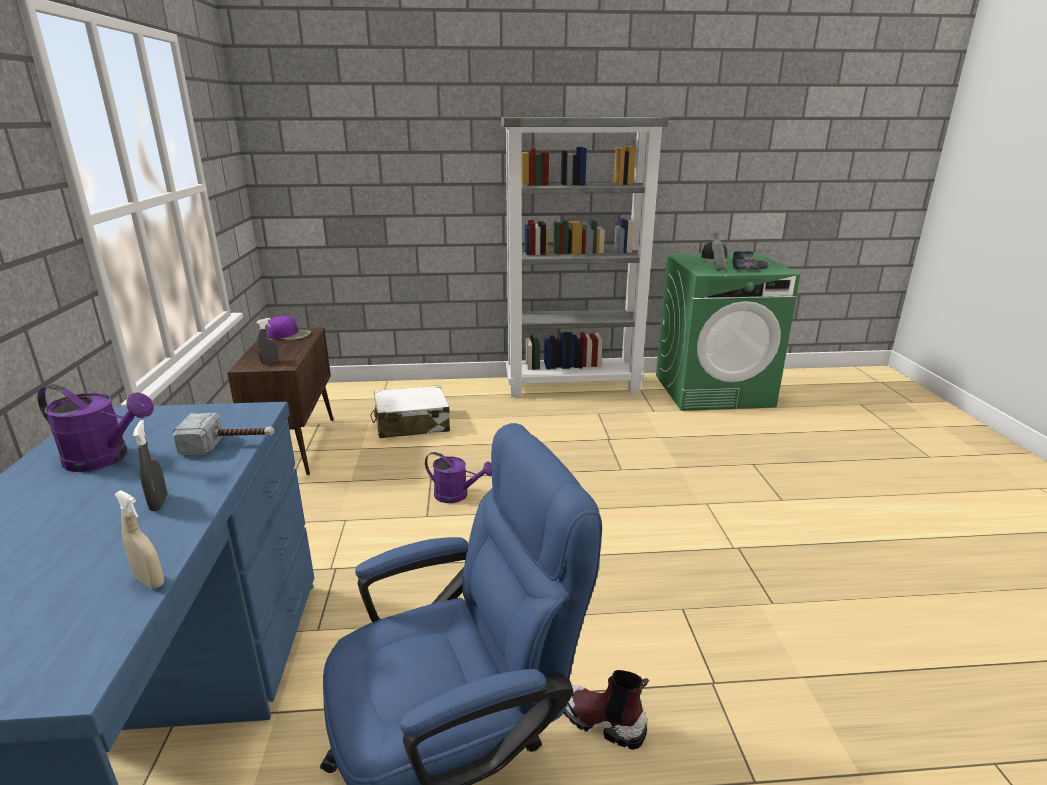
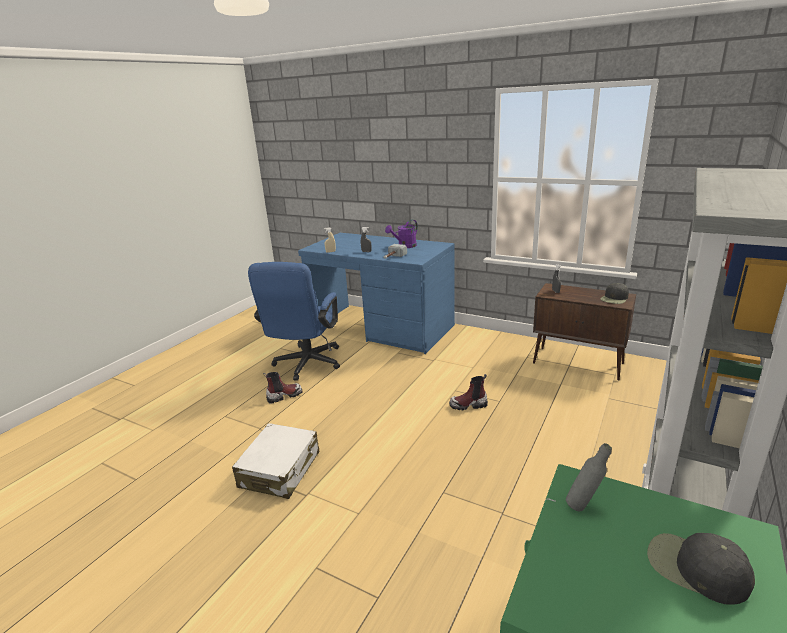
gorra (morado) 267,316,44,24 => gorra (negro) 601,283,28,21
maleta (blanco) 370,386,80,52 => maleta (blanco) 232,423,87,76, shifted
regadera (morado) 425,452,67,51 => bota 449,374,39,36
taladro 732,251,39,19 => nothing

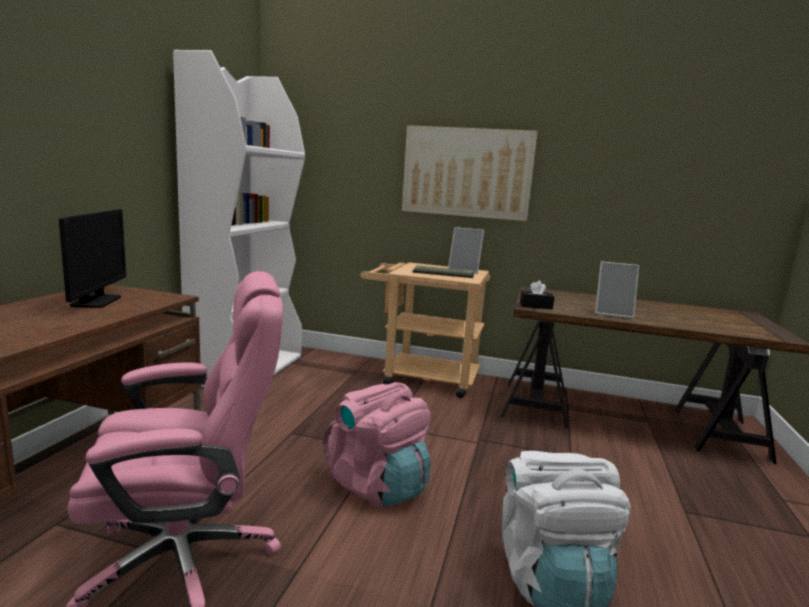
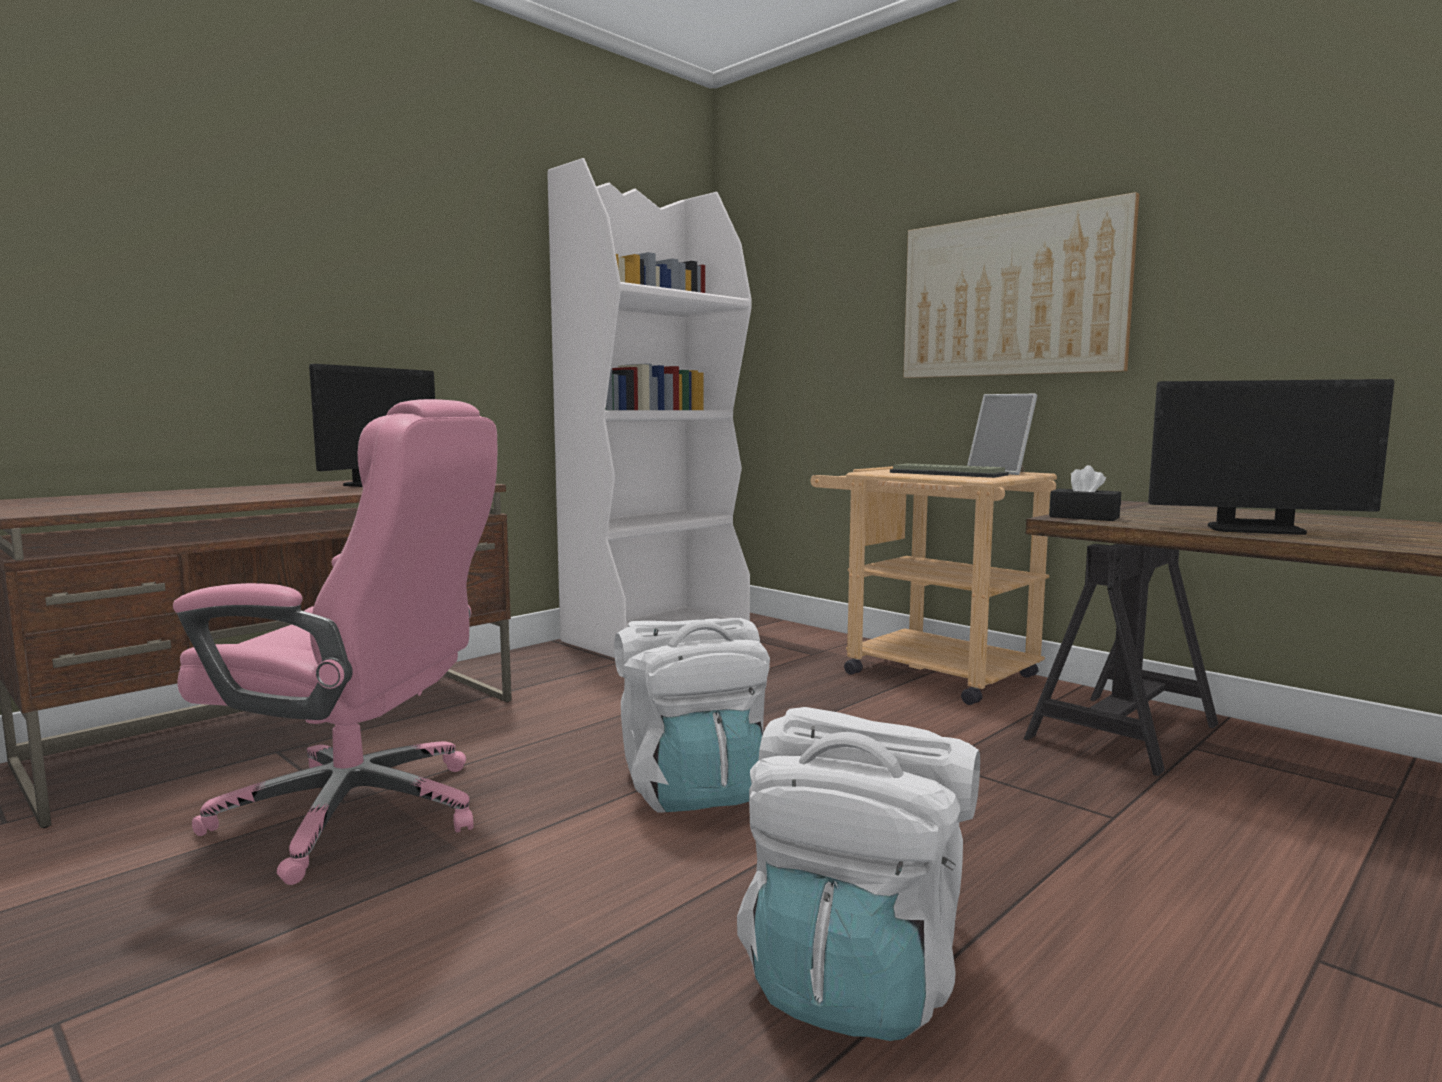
mochila (rosa) 323,382,108,125 => mochila (blanco) 614,618,156,195
portarretratos 595,261,44,58 => monitor 1148,379,246,156

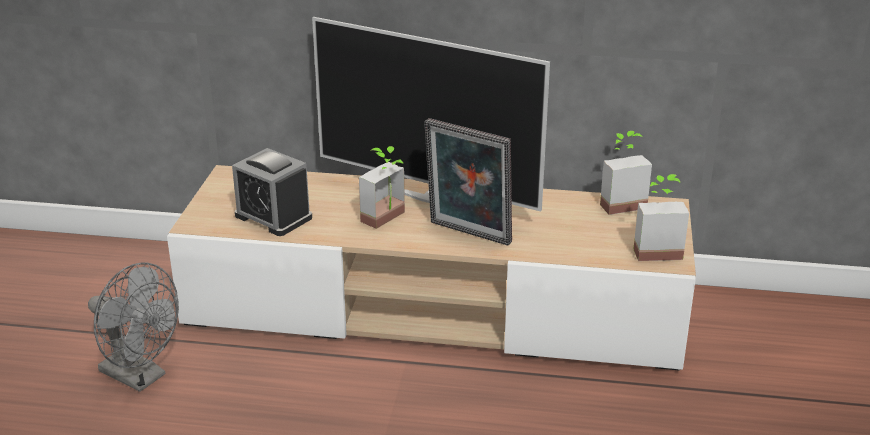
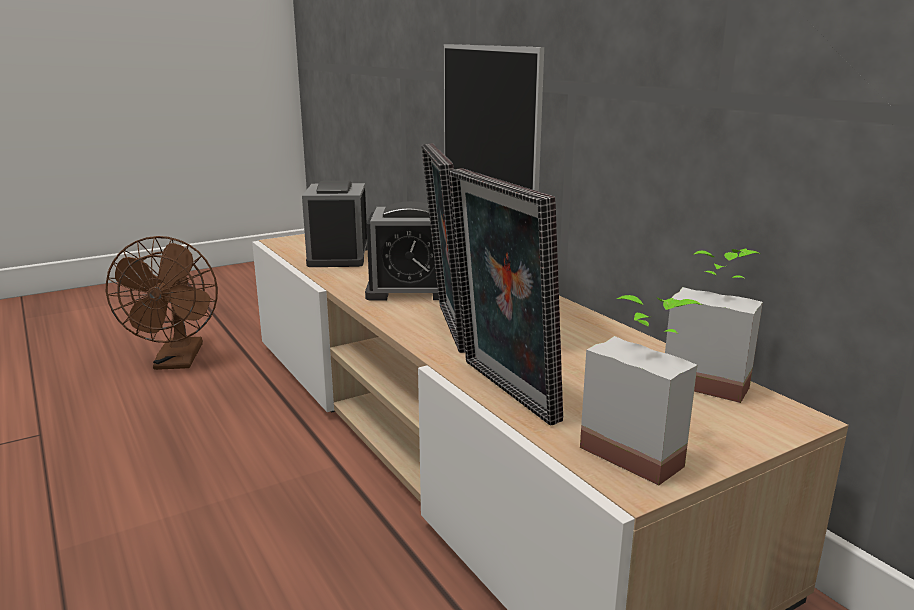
ventilador (gris) 88,262,91,130 => ventilador (marrón) 106,236,112,134
planta en maceta 359,146,46,83 => despertador 365,201,74,99
nothing => portarretratos 449,168,114,258

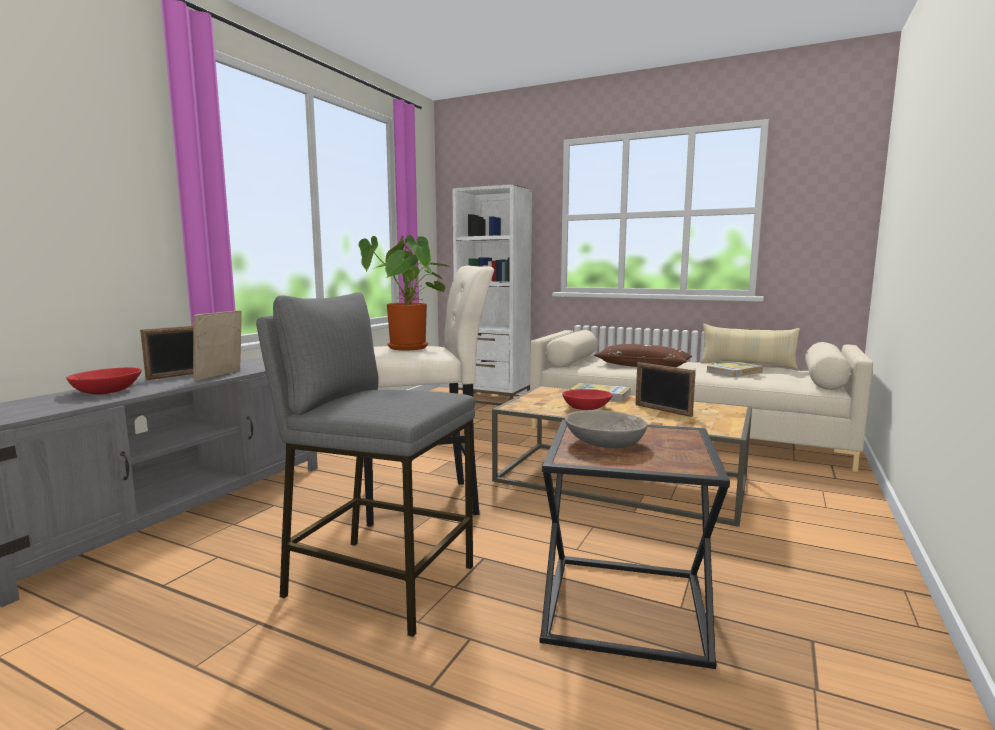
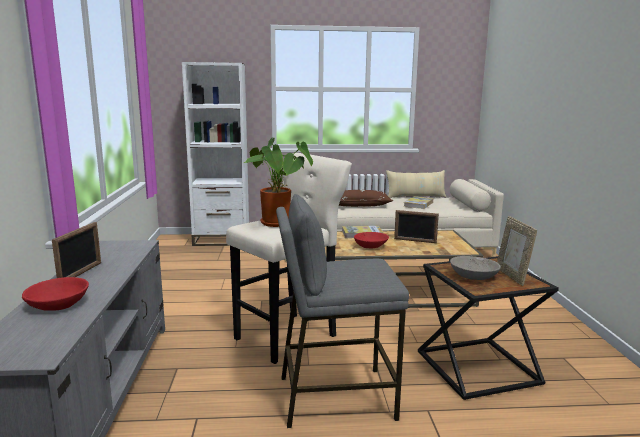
portarretratos 193,310,49,71 => portarretratos 497,216,40,70, shifted

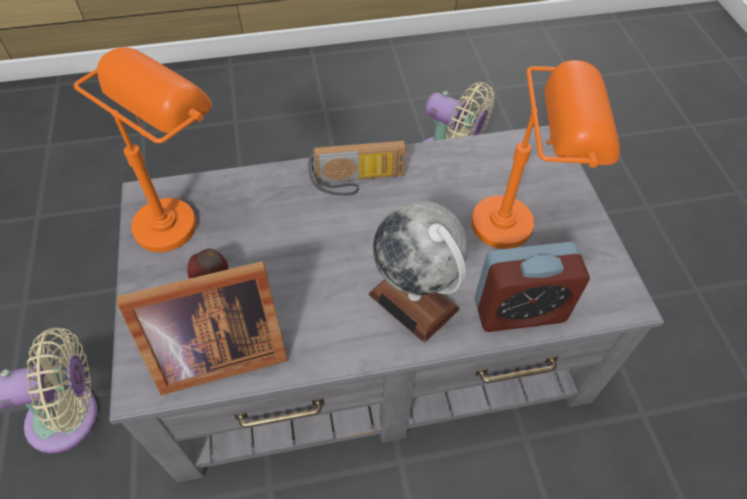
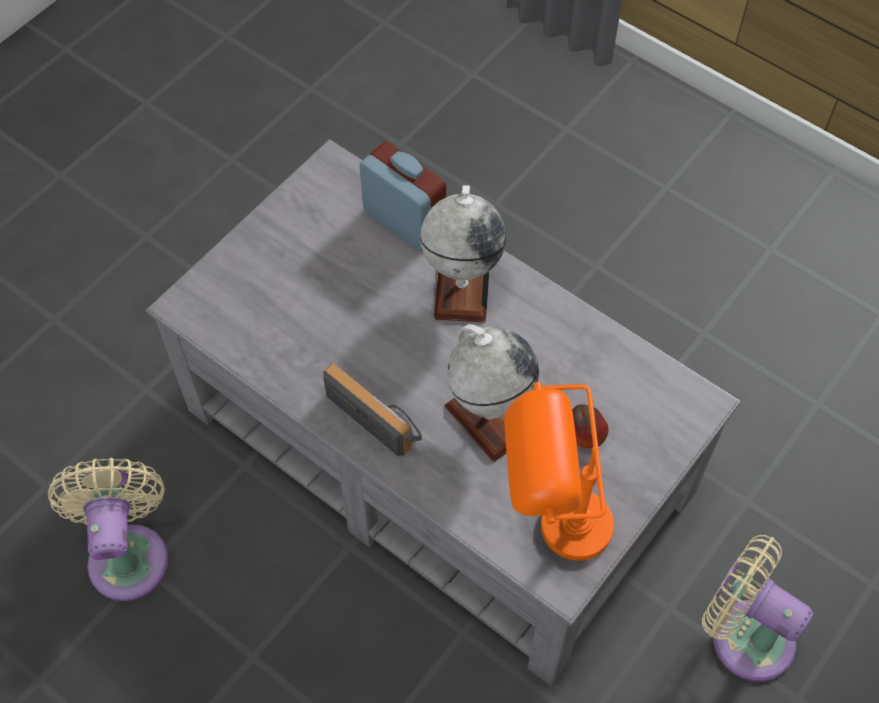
portarretratos 117,261,171,134 => nothing
lámpara de mesa (naranja) 471,60,149,189 => nothing
nothing => globo terráqueo 445,324,94,138

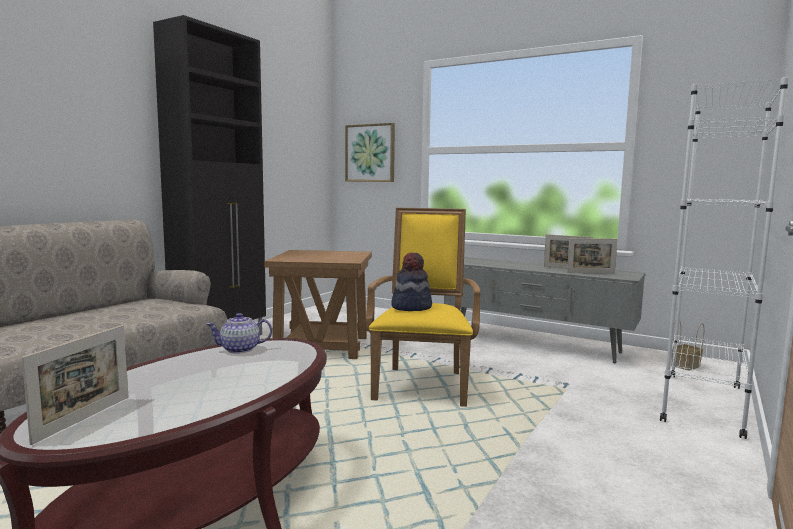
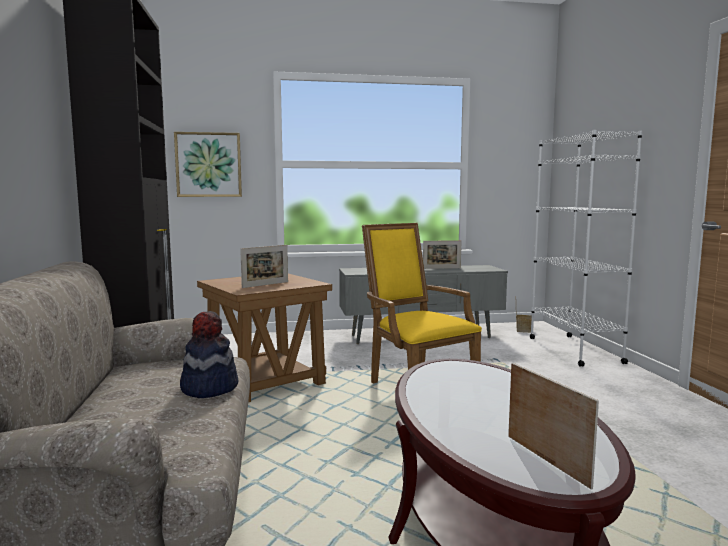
tetera 206,313,66,41 => nothing
sombrero 391,253,41,58 => sombrero 180,311,59,87, shifted
portarretratos 567,238,51,35 => portarretratos 240,245,48,43, shifted

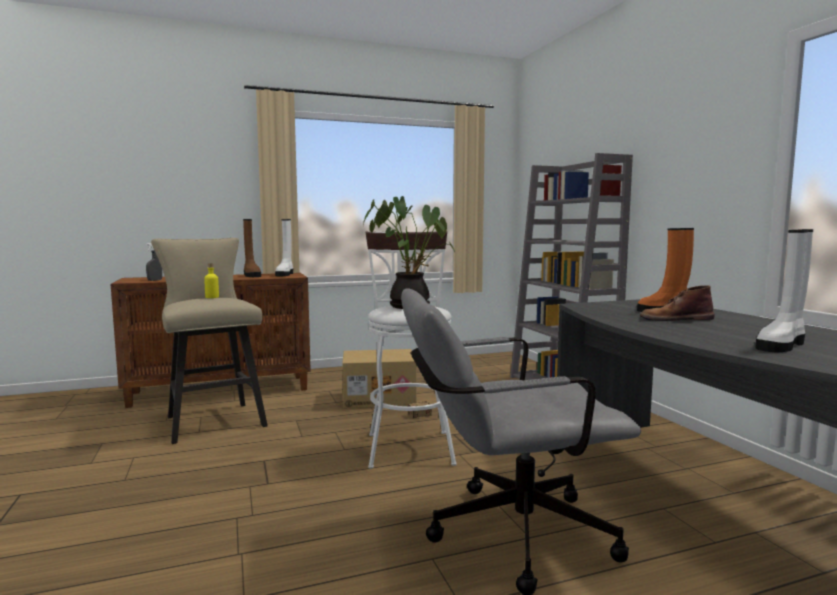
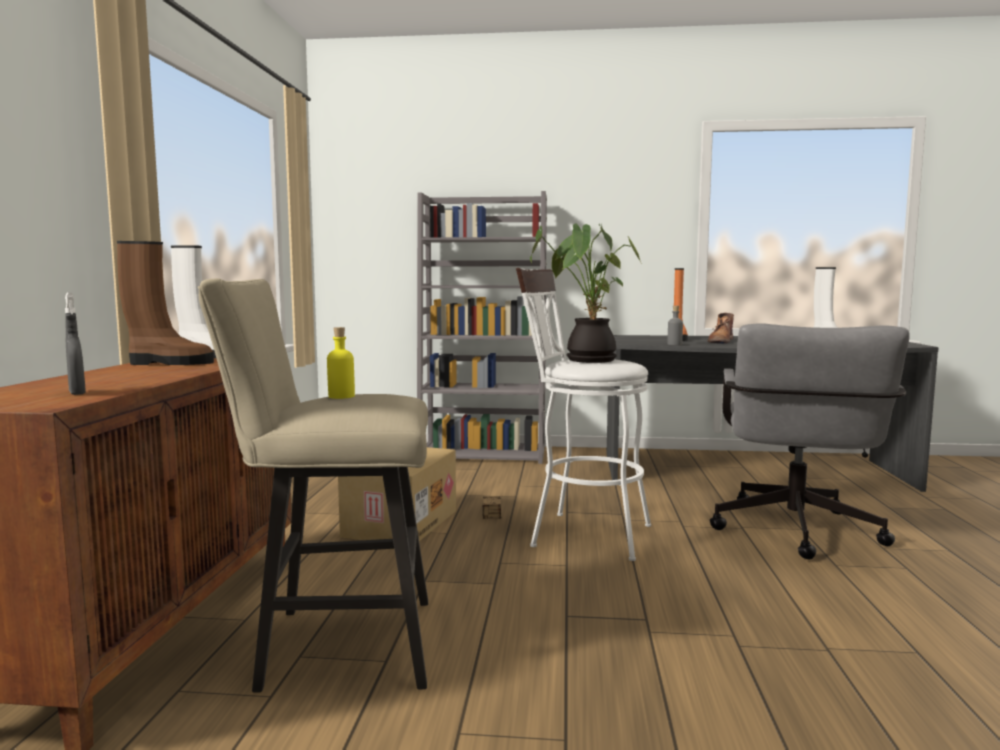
nothing => botella (gris) 668,306,15,39

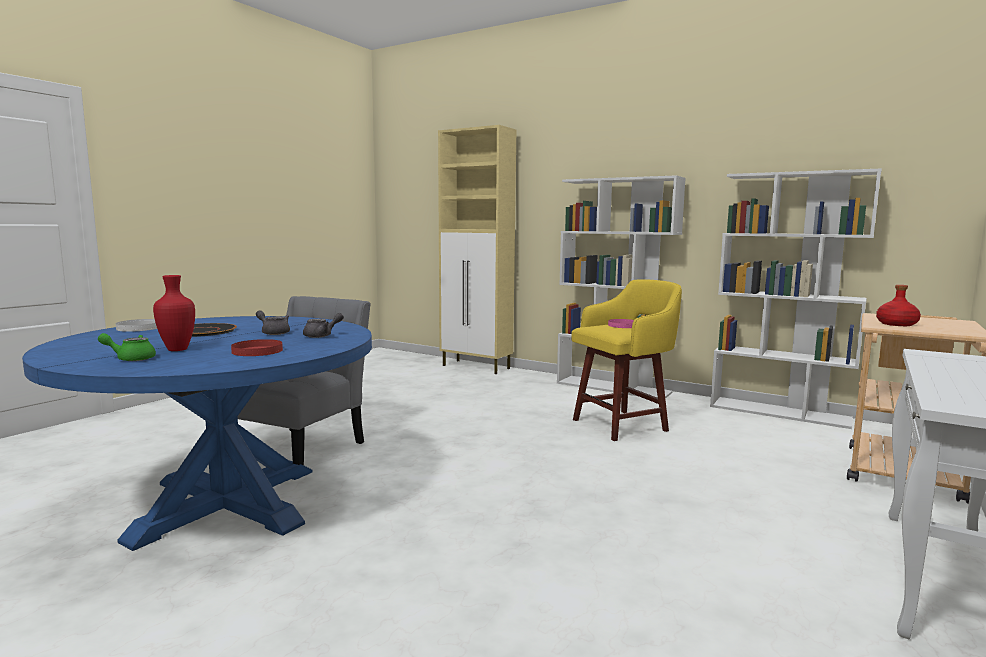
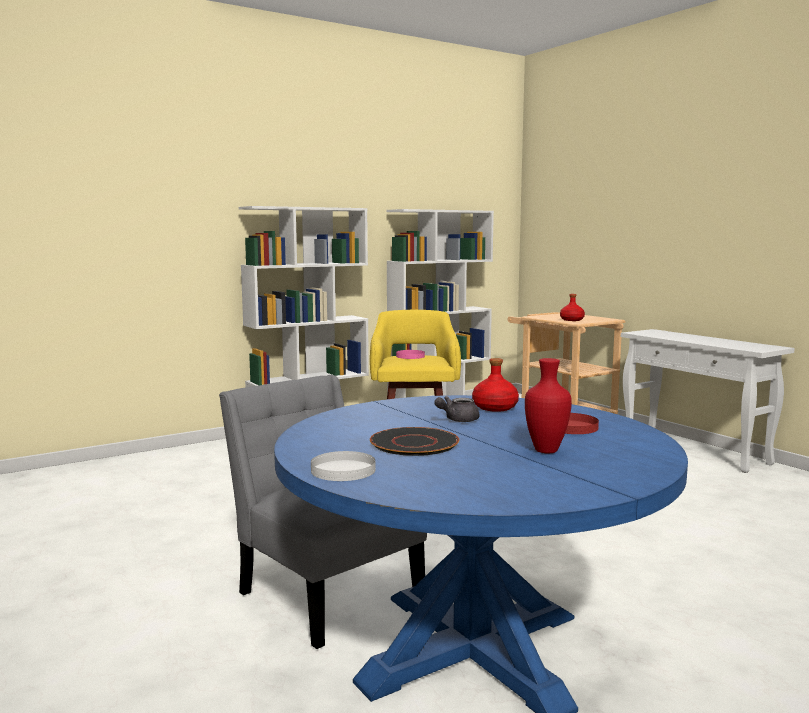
tetera (verde) 98,333,58,28 => nothing
tetera (gris) 303,313,41,25 => botella (rojo) 472,358,47,54
armario (beis) 438,125,78,249 => nothing

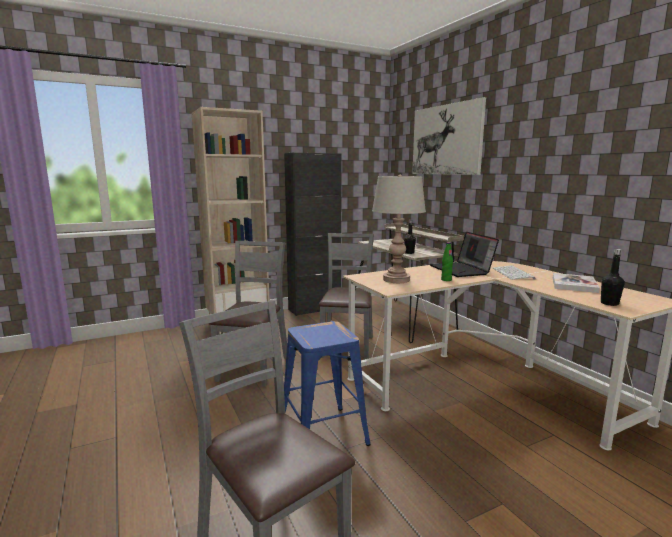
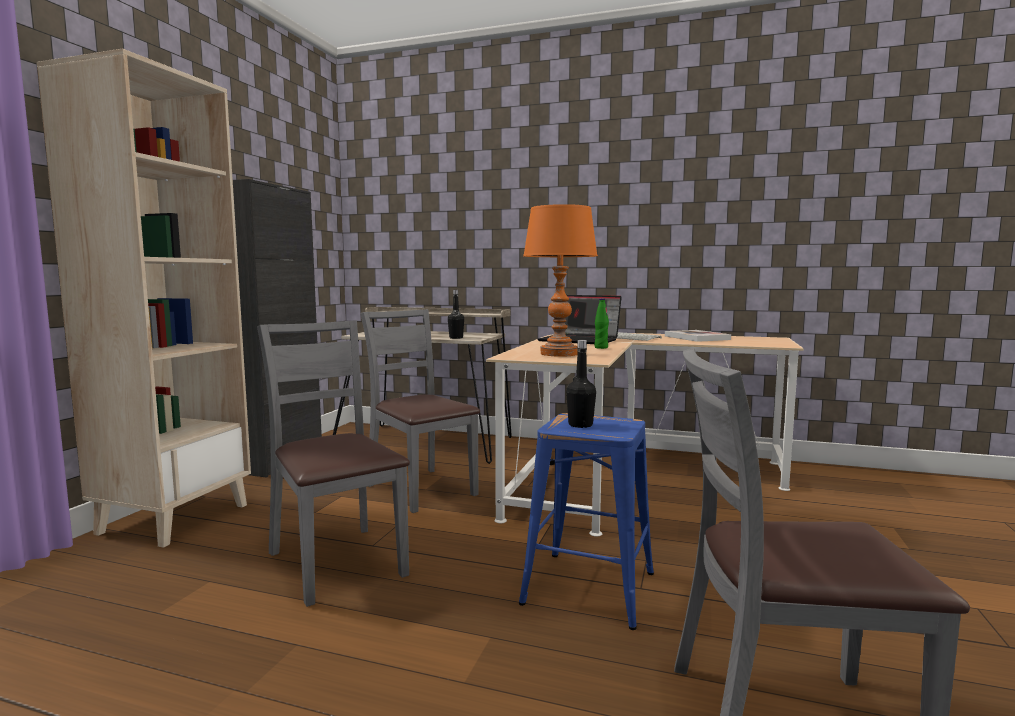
lámpara de mesa (gris) 372,175,54,108 => lámpara de mesa (naranja) 523,204,75,153
cuadro 412,97,74,78 => nothing
botella (negro) 601,249,24,57 => botella (negro) 566,340,30,88, shifted

